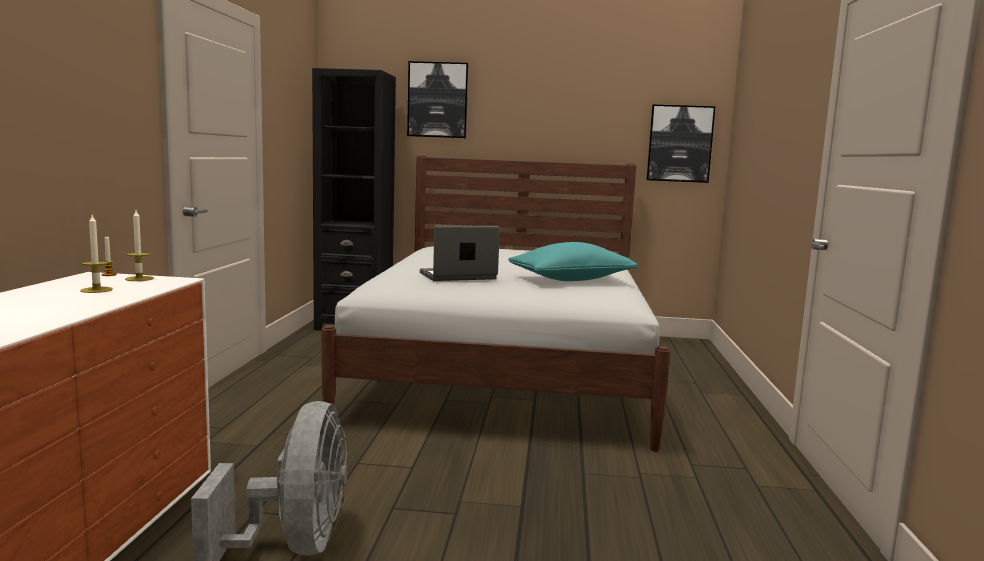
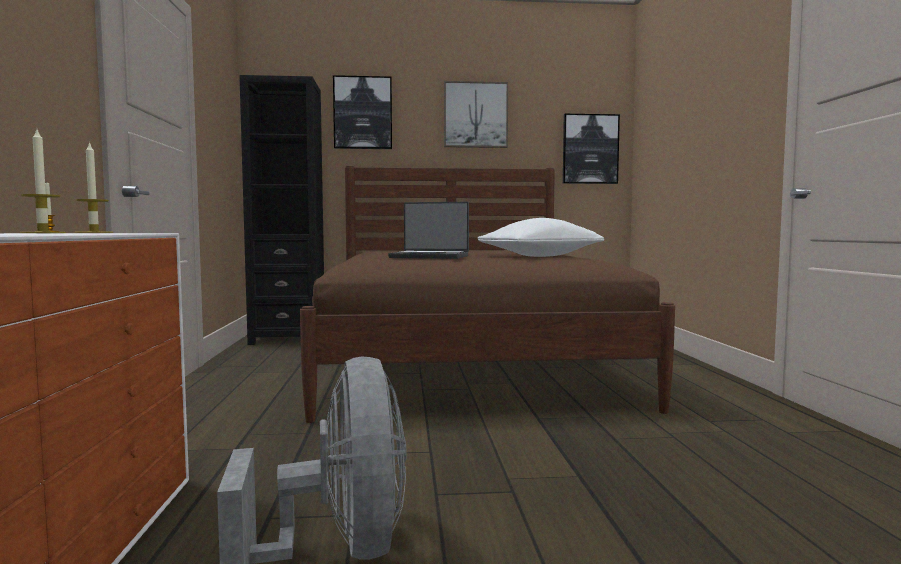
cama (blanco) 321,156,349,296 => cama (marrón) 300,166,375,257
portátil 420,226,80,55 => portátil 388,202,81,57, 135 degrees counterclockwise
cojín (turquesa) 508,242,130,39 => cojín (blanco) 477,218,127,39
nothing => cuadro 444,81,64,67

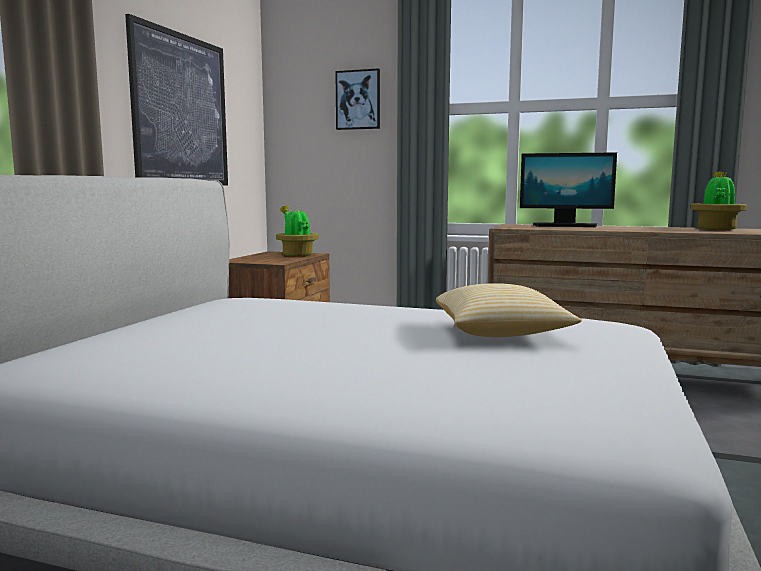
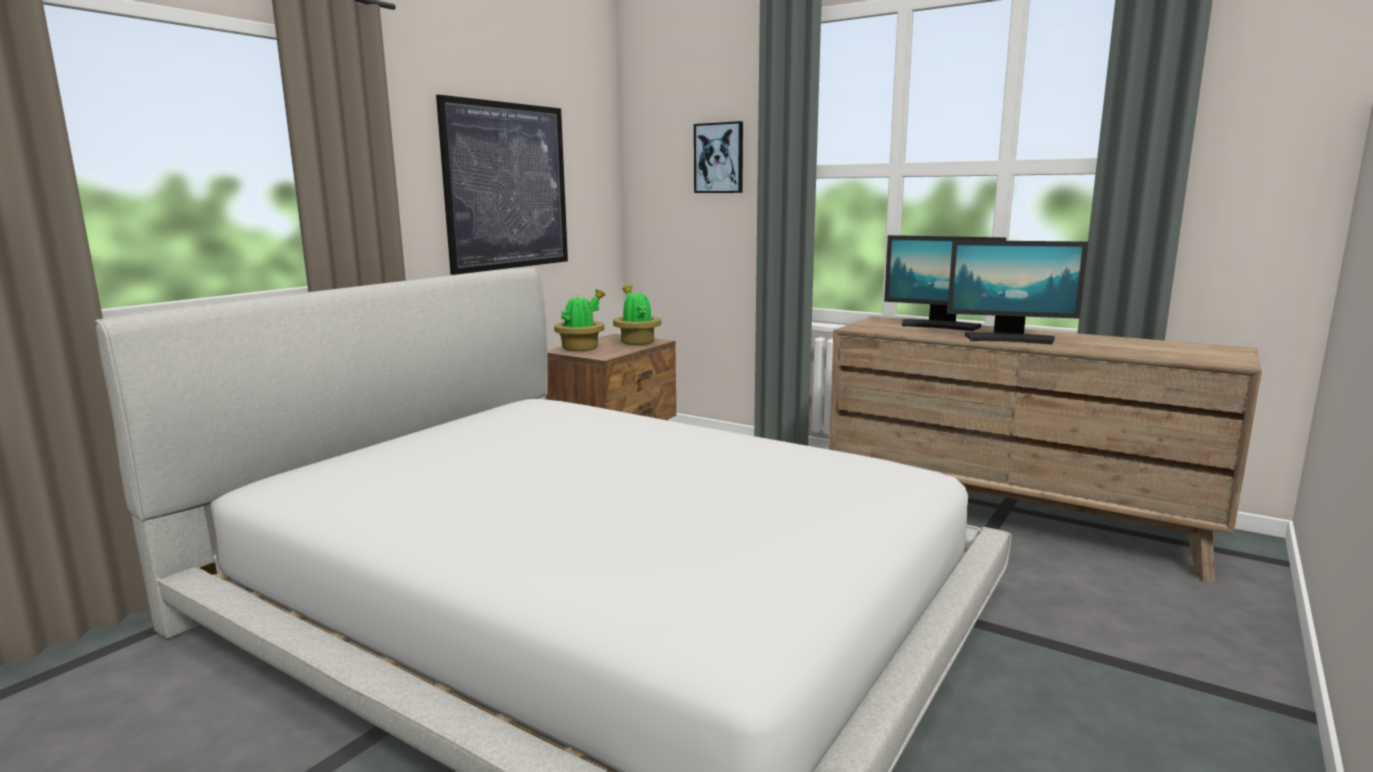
cojín 436,283,146,54 => nothing
planta en maceta 690,171,58,59 => planta en maceta 554,289,52,62, shifted
nothing => monitor 947,240,141,105

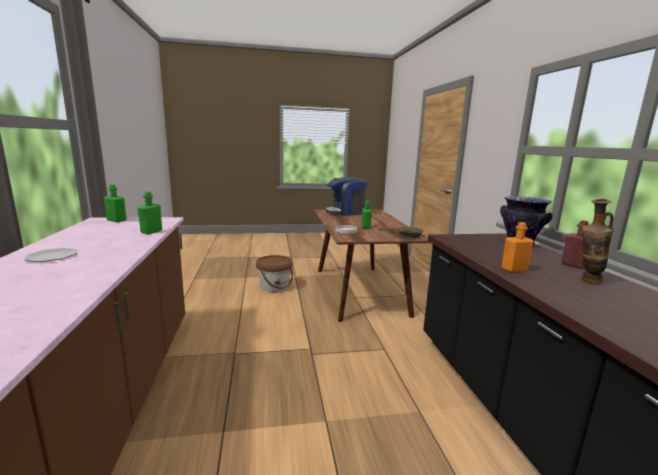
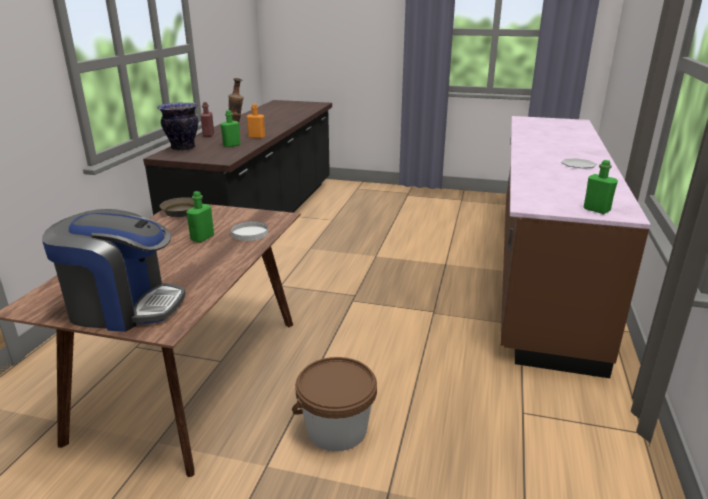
botella (verde) 137,192,25,42 => botella (verde) 220,110,20,37, shifted

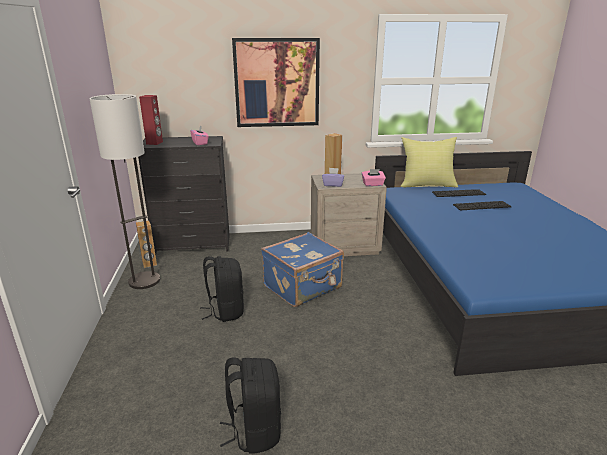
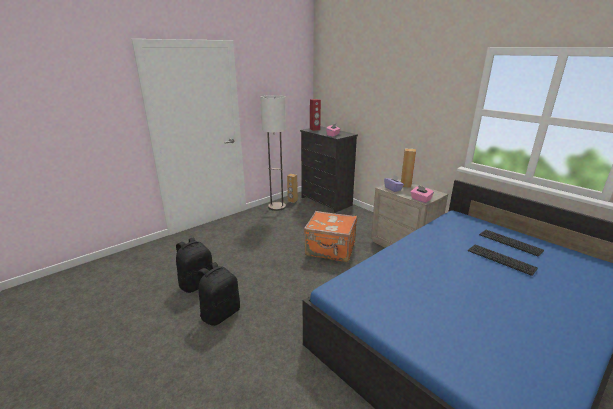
mochila (negro) 200,256,44,66 => mochila (negro) 197,262,43,64, shifted
cuadro 232,38,88,89 => nothing
maleta (azul) 261,232,83,75 => maleta (naranja) 304,211,53,51
cojín (amarillo) 401,137,57,51 => nothing

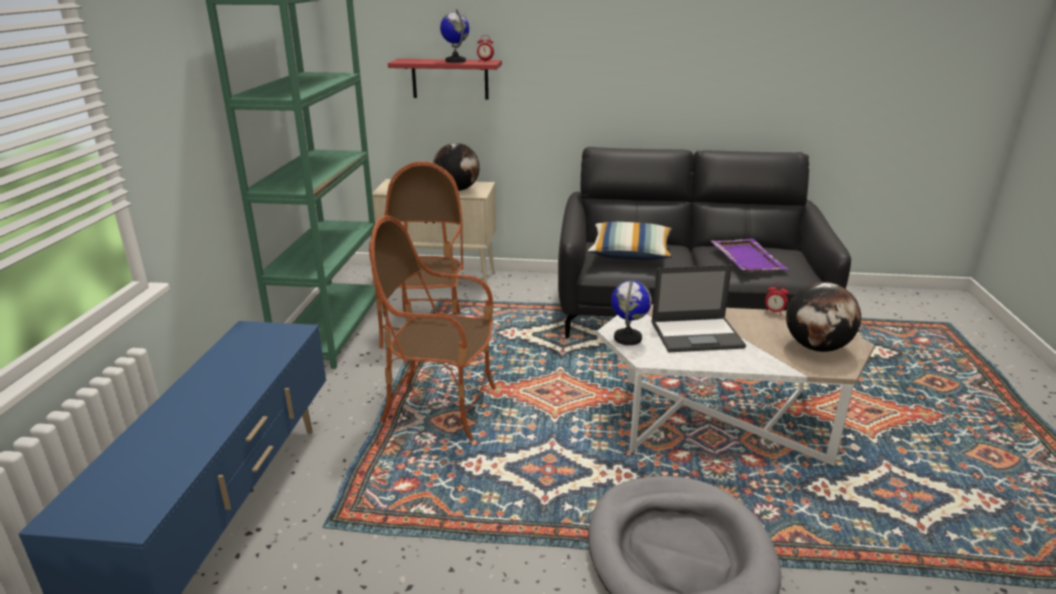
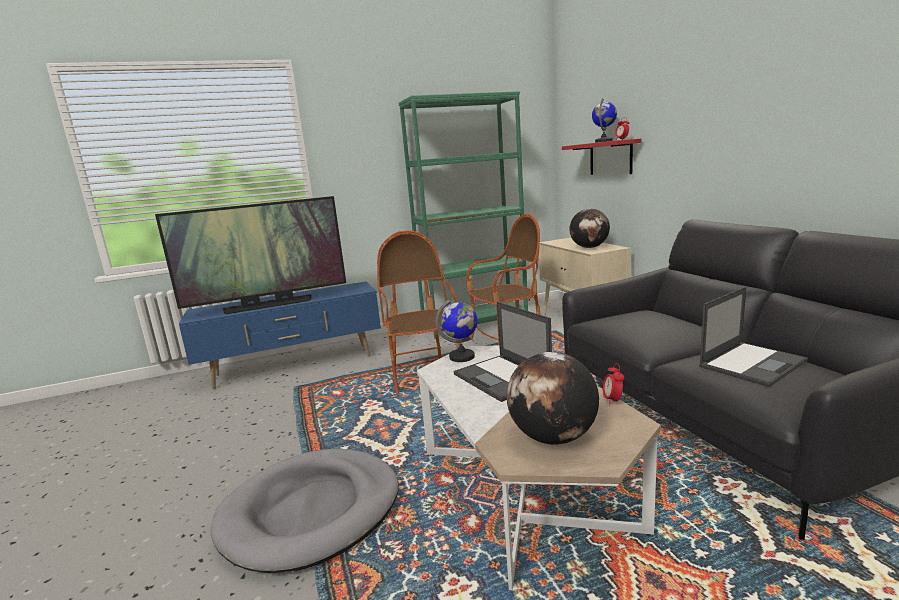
cojín 588,222,84,38 => nothing
bandeja (morado) 711,239,78,33 => portátil 699,287,109,100
nothing => televisor 155,196,191,118

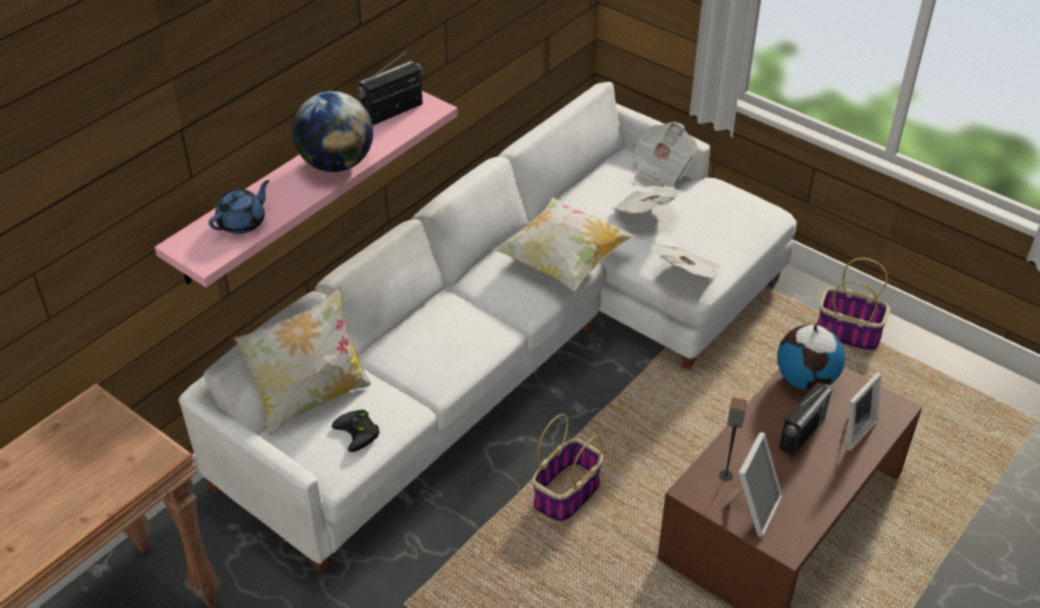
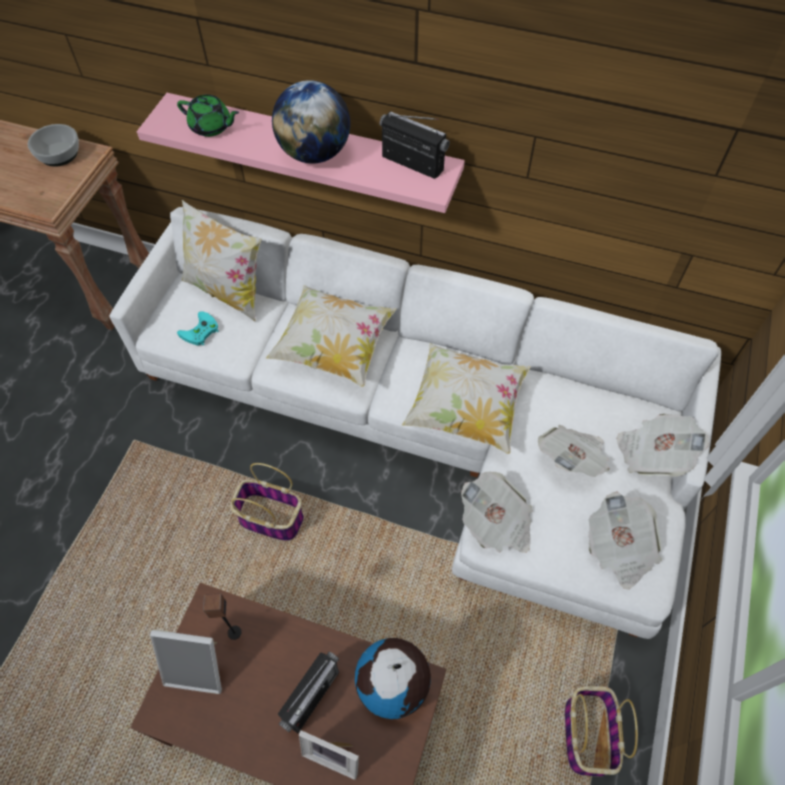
tetera (azul) 209,180,60,54 => tetera (verde) 177,94,62,43
mando de consola (negro) 332,409,48,43 => mando de consola (turquesa) 177,311,42,35
radio 779,383,54,74 => radio 278,651,61,82, 75 degrees counterclockwise
nothing => cuenco 28,124,51,43
nothing => cojín 266,285,130,102
nothing => periódico 588,492,74,98

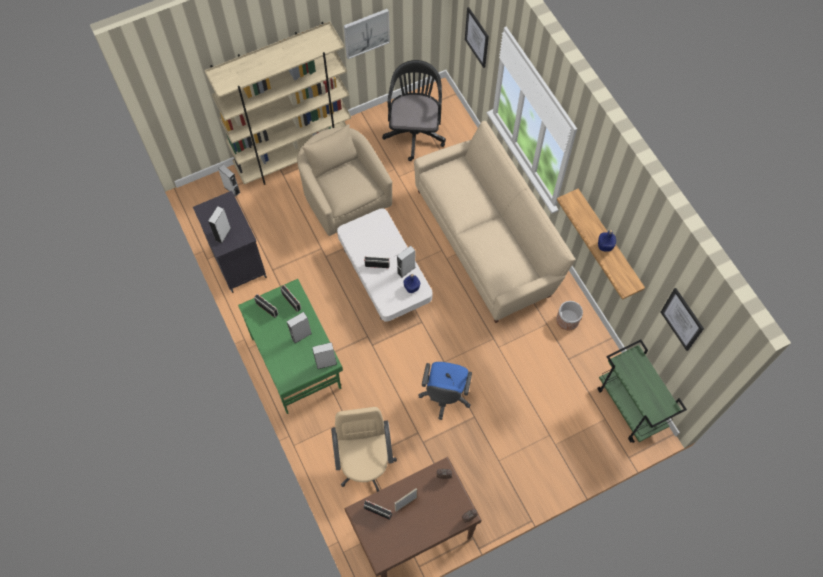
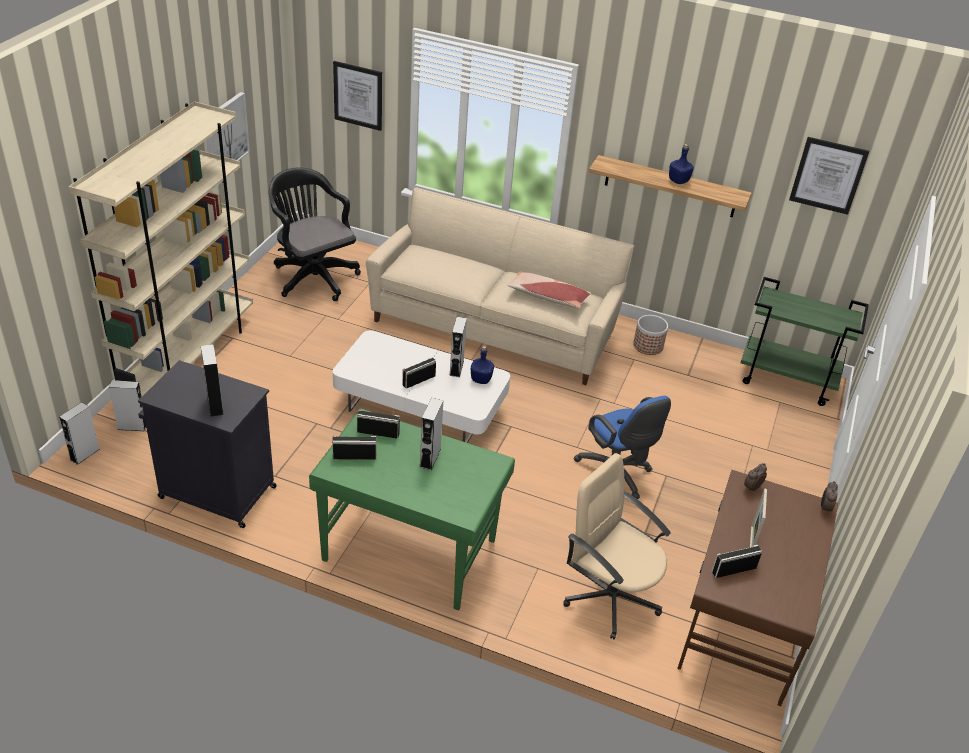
sillón (beis) 297,124,95,112 => nothing
altavoz (gris) 312,342,25,27 => altavoz (gris) 59,402,41,63, shifted
nothing => cojín 507,272,84,36

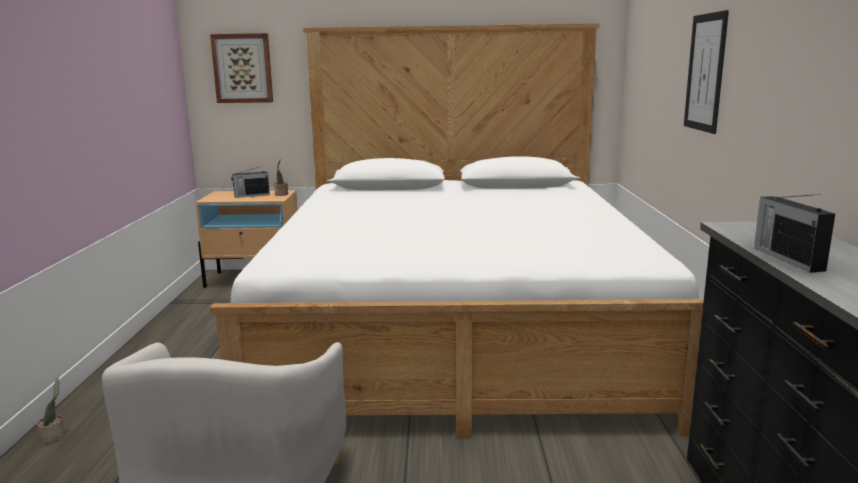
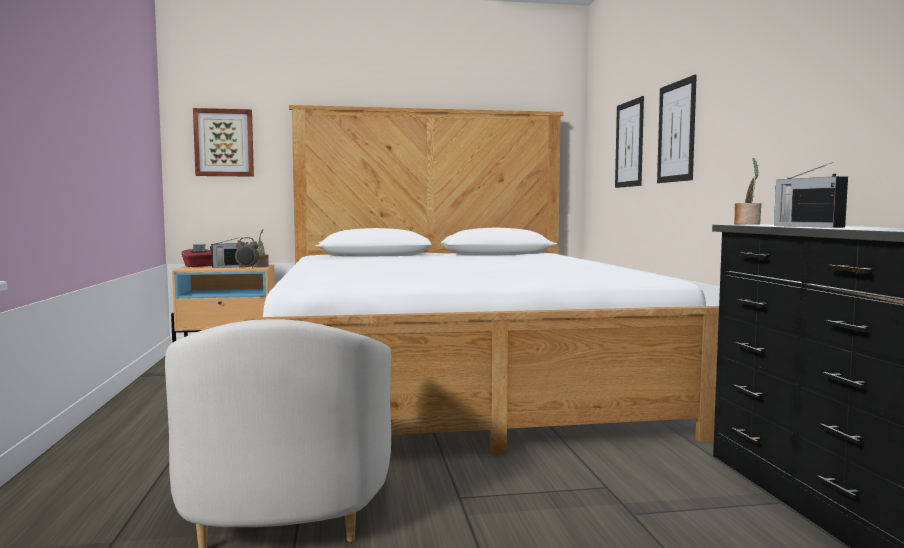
planta en maceta 37,378,28,66 => planta en maceta 734,158,27,67, shifted
nothing => caja de pañuelos (rojo) 182,244,30,23
nothing => despertador 235,237,24,31
nothing => cuadro 615,96,29,92

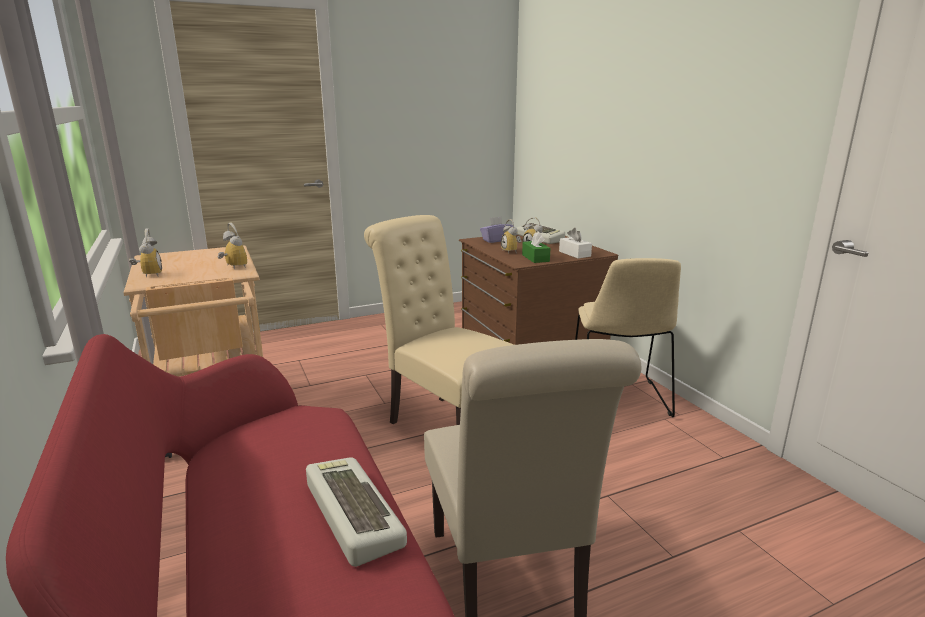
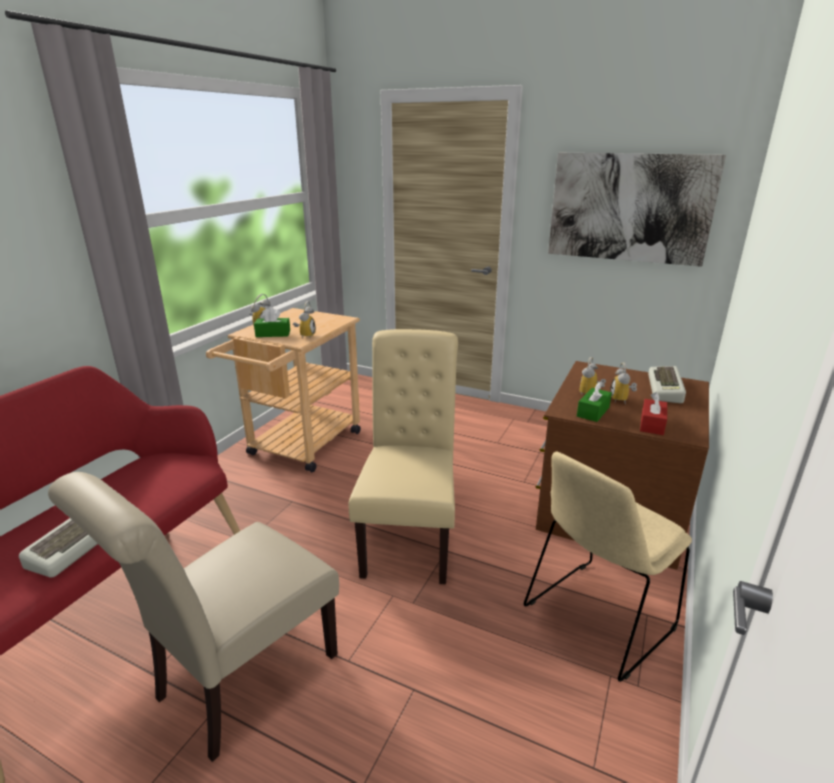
caja de pañuelos (morado) 480,217,33,26 => nothing
caja de pañuelos (blanco) 559,228,33,31 => caja de pañuelos (rojo) 640,392,27,43
nothing => caja de pañuelos (verde) 254,307,36,30
nothing => cuadro 548,153,178,114

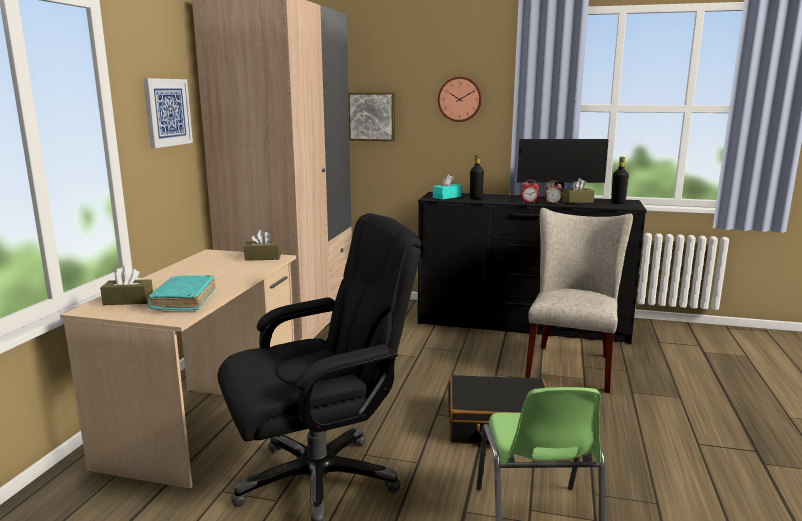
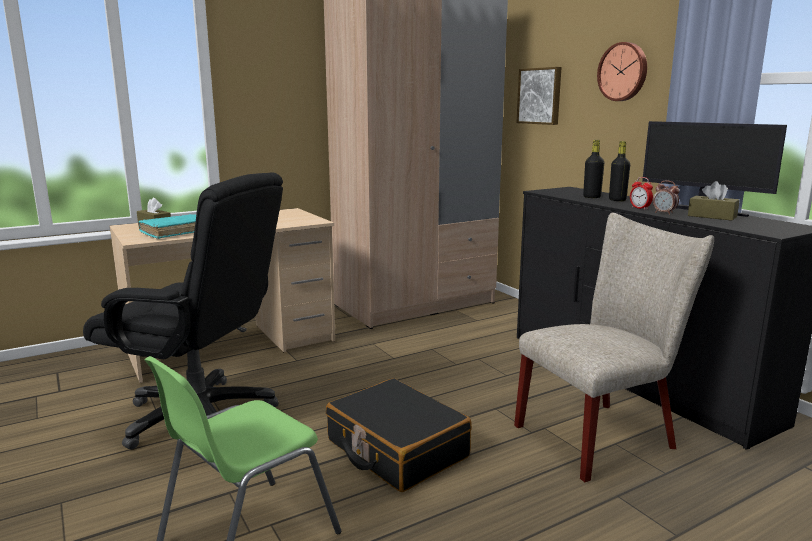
cuadro 143,78,50,70 => nothing
caja de pañuelos (marrón) 244,230,37,31 => nothing
caja de pañuelos (turquesa) 433,175,29,25 => nothing
botella (negro) 611,157,18,47 => botella (negro) 609,141,21,60, shifted

